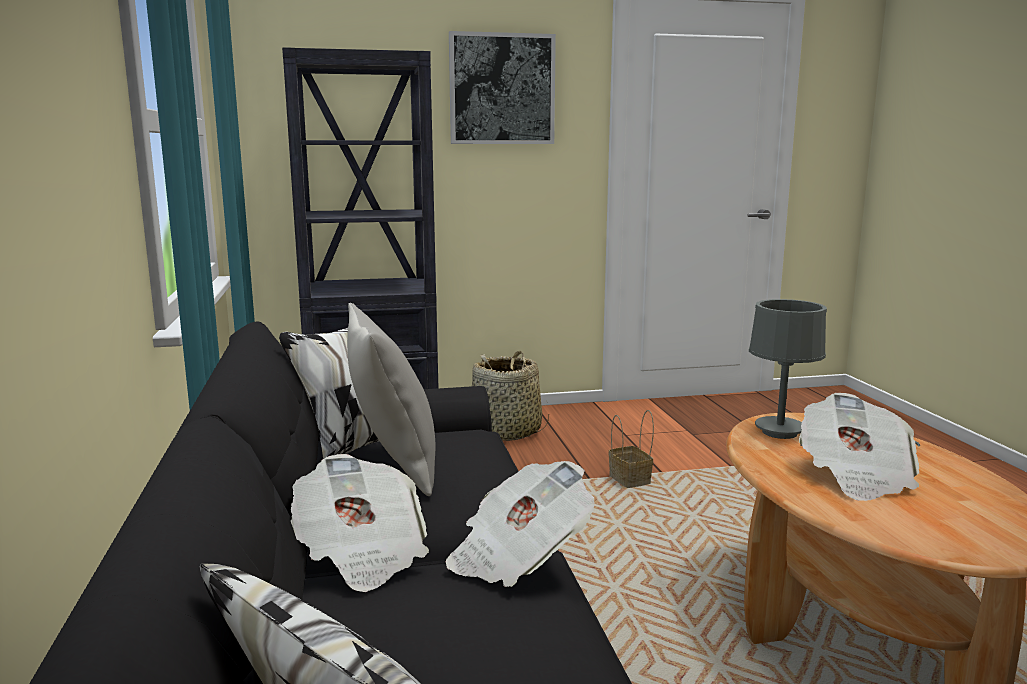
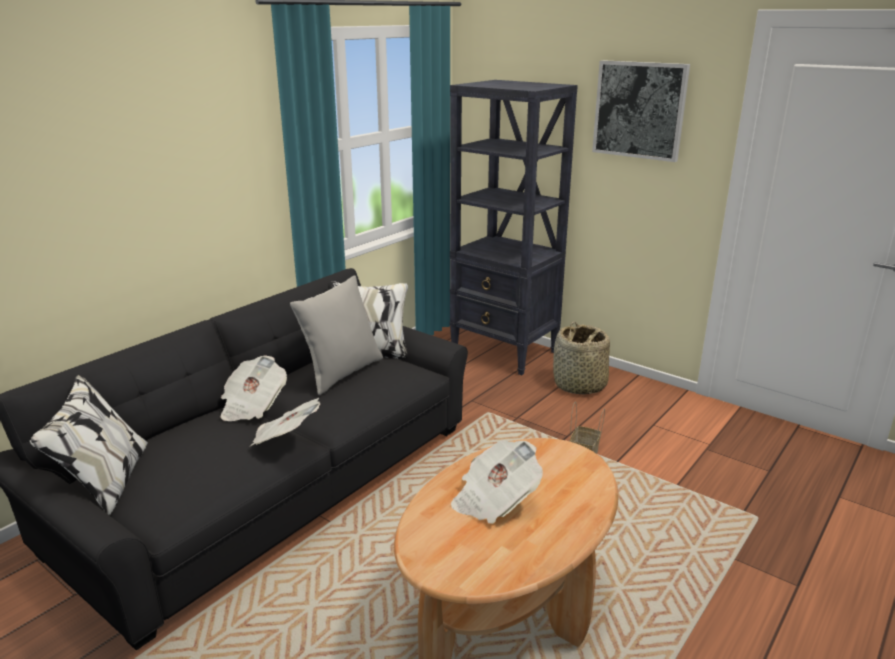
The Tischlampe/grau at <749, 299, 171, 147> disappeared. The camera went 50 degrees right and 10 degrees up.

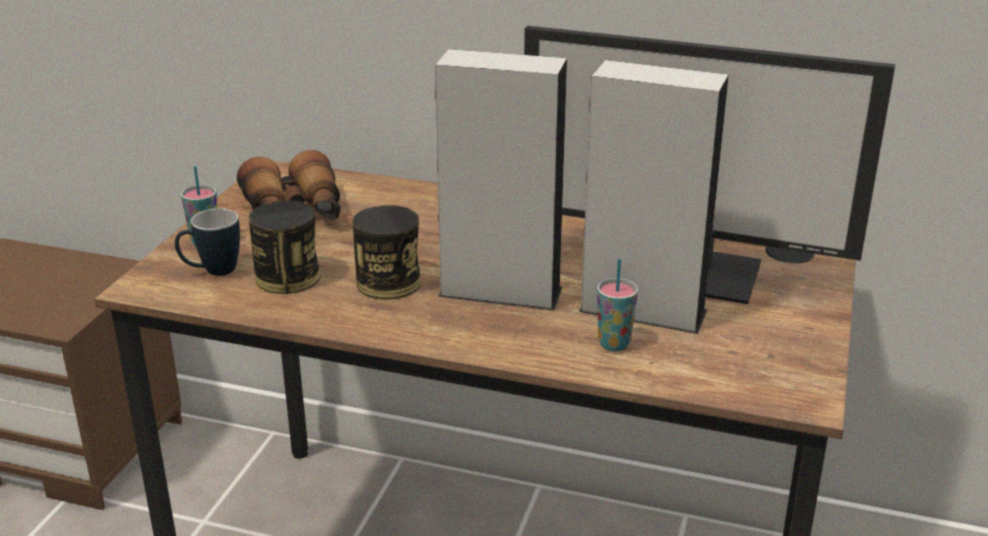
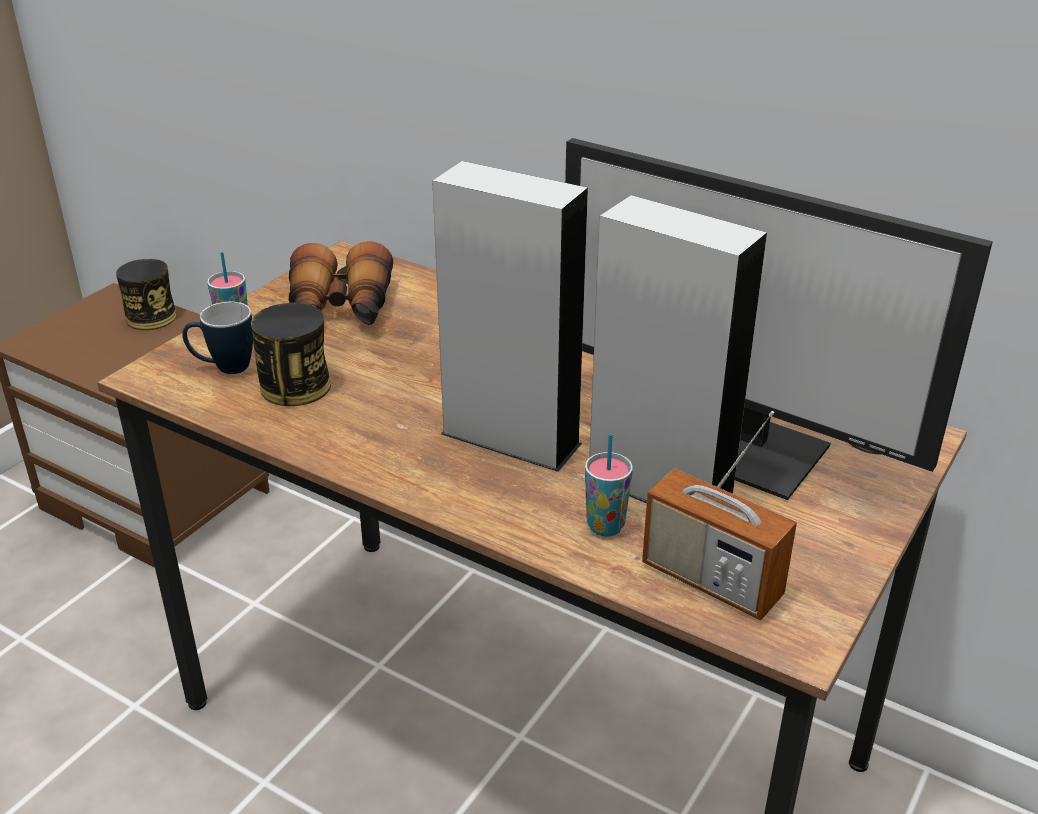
The Dose moved from <352, 205, 69, 95> to <116, 259, 61, 71>. The Radio at <642, 411, 155, 209> appeared. The camera went 15 degrees right and 5 degrees up.

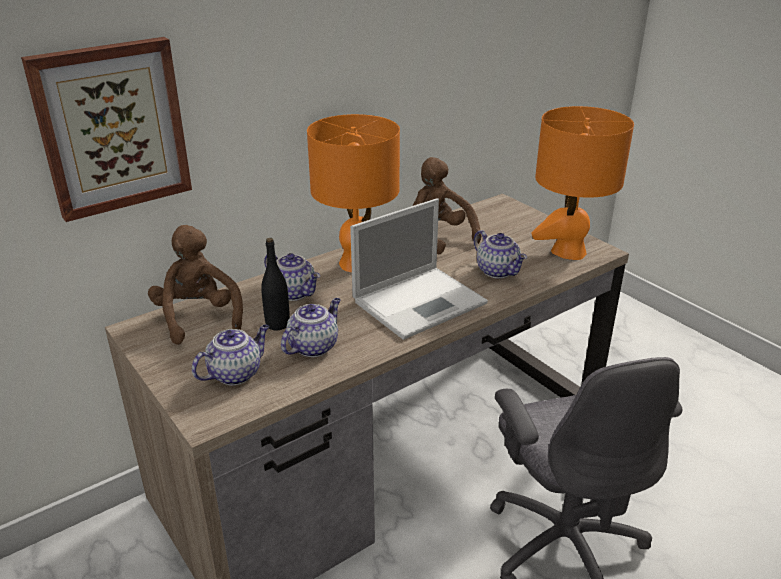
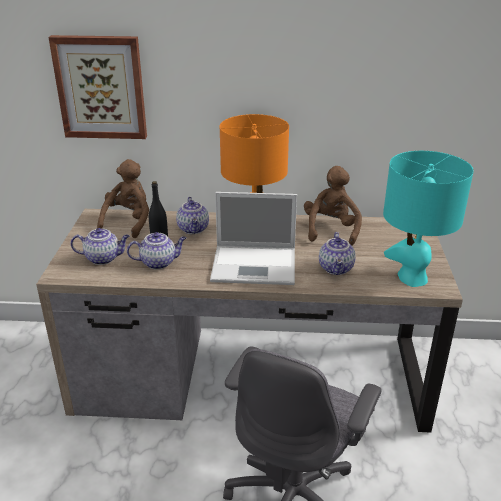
The Tischlampe/orange at <531, 106, 103, 154> became the Tischlampe/türkis at <383, 151, 91, 136>. The camera went 40 degrees right and 0 degrees up.

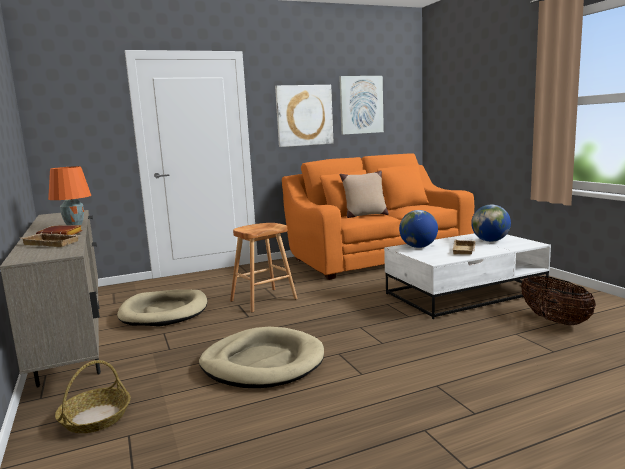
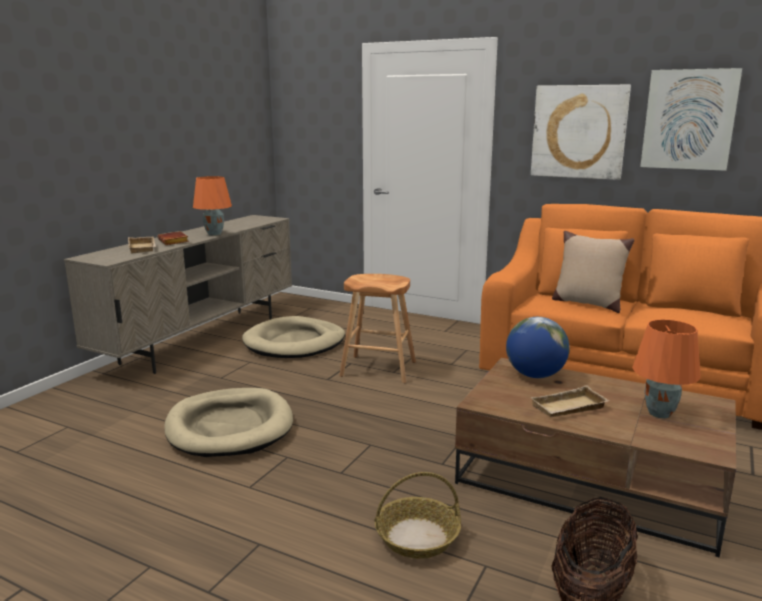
The Korb moved from <55, 360, 76, 73> to <374, 472, 87, 87>. The Couchtisch/weiß at <384, 233, 167, 86> became the Couchtisch/braun at <455, 358, 281, 199>. The Globus at <471, 205, 40, 37> was replaced by the Tischlampe/orange at <632, 320, 69, 98>. The camera went 50 degrees right and 5 degrees up.

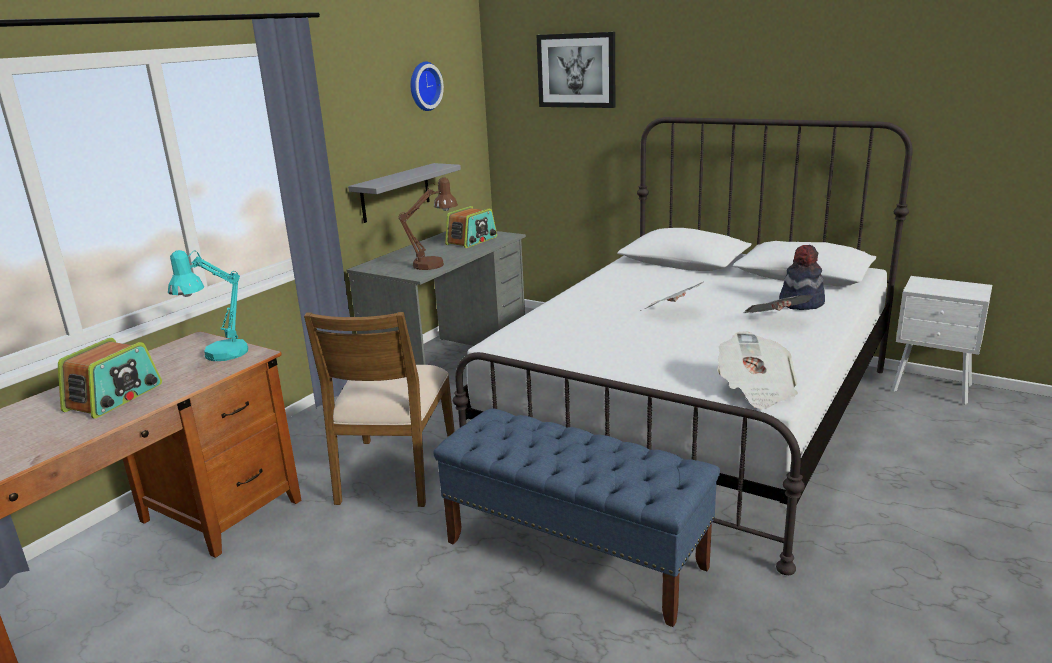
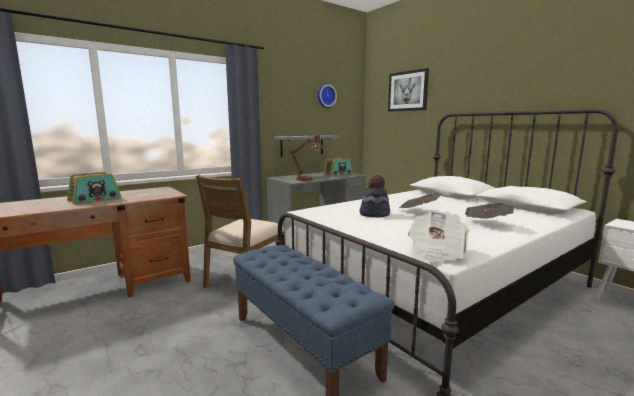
The Hut moved from <779, 245, 46, 65> to <360, 175, 30, 42>. The Tischlampe/türkis at <168, 250, 80, 111> disappeared. The camera went 20 degrees right and 10 degrees down.

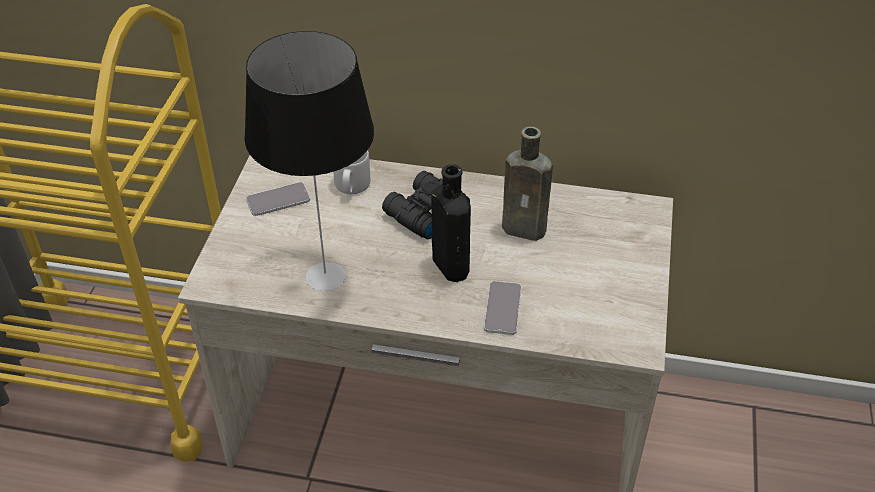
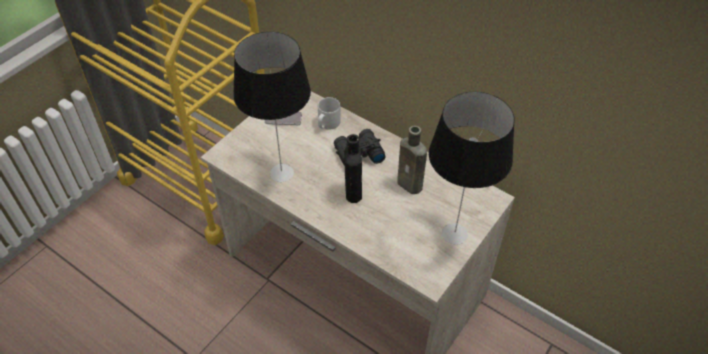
The Tischlampe at <429, 92, 86, 152> appeared. The Handy at <484, 281, 38, 54> disappeared. The camera went 25 degrees right and 5 degrees up.

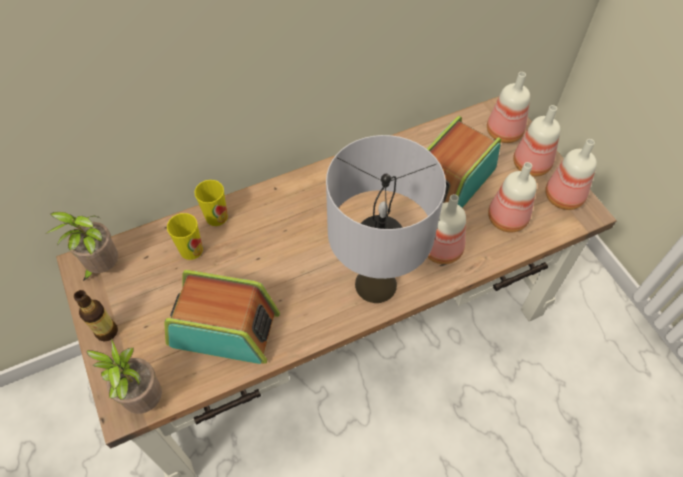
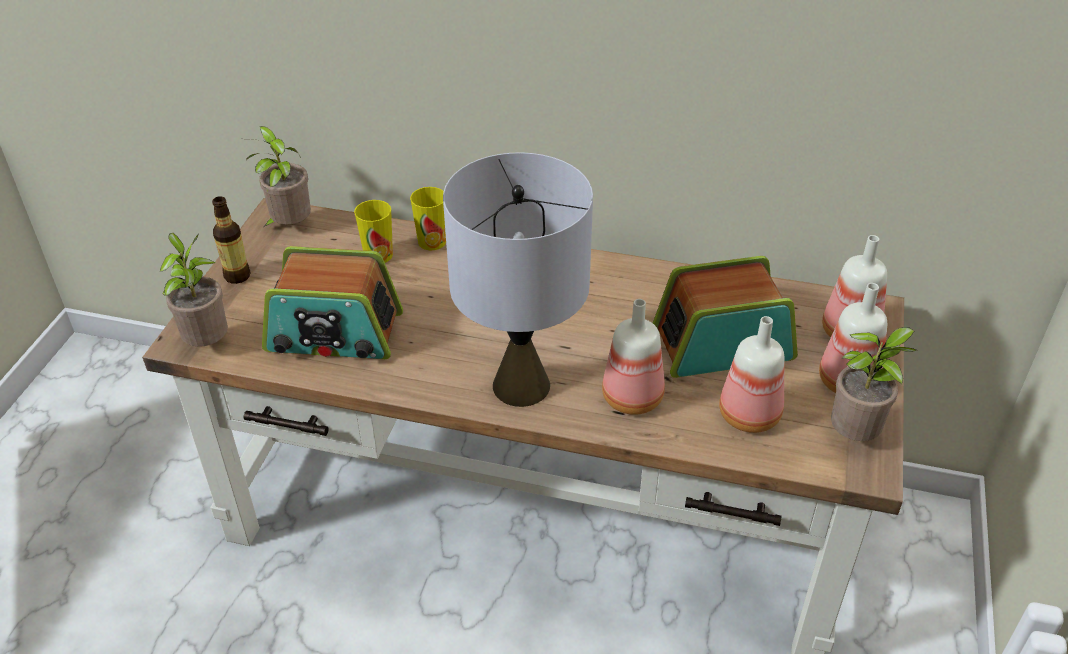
The Radio at <164, 270, 116, 94> turned 135 degrees clockwise. The Flasche at <545, 139, 52, 71> was replaced by the Topfpflanze at <831, 327, 86, 114>. The camera went 40 degrees right and 15 degrees down.

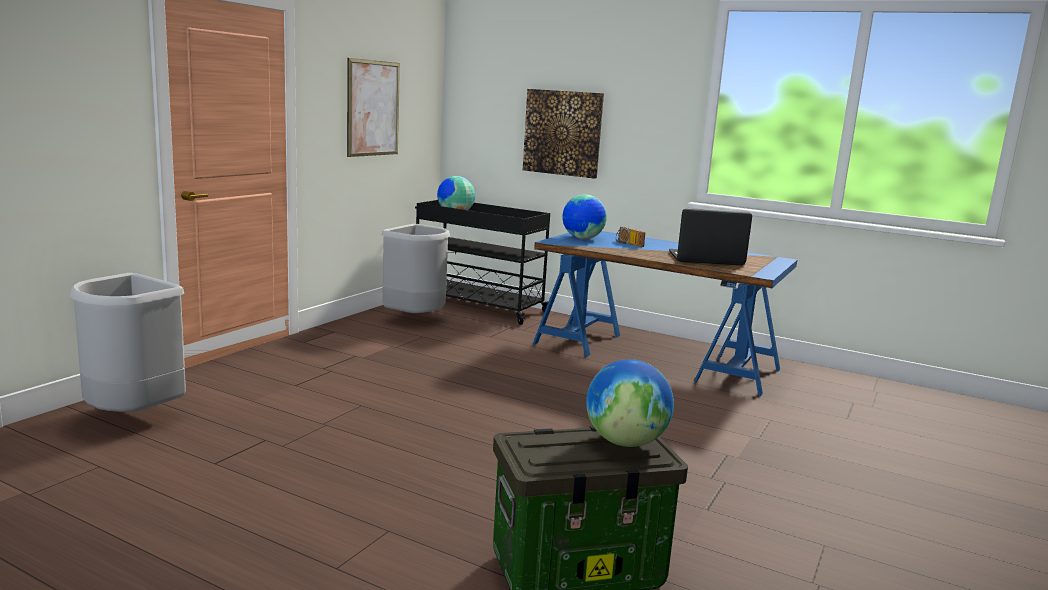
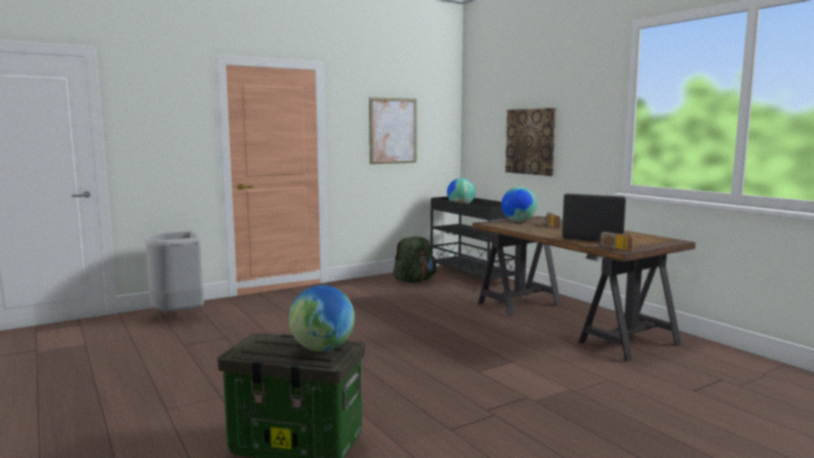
The Mülleimer/grau at <382, 224, 68, 89> was replaced by the Rucksack/grün at <393, 236, 44, 47>. The Schreibtisch/blau at <532, 231, 265, 165> became the Schreibtisch/braun at <472, 216, 224, 146>. The Radio at <597, 232, 38, 20> appeared. The camera went 30 degrees right and 5 degrees down.

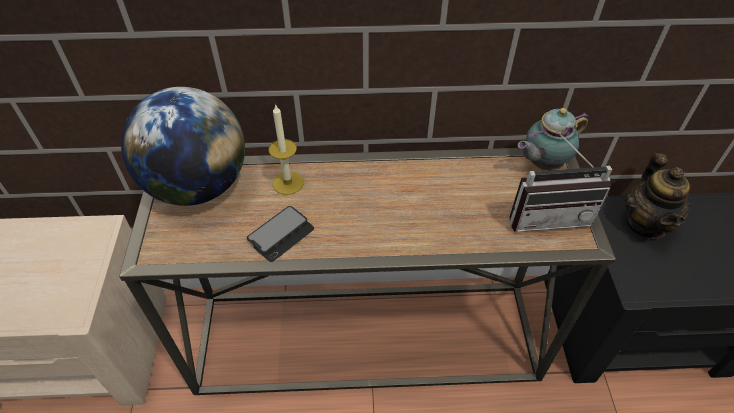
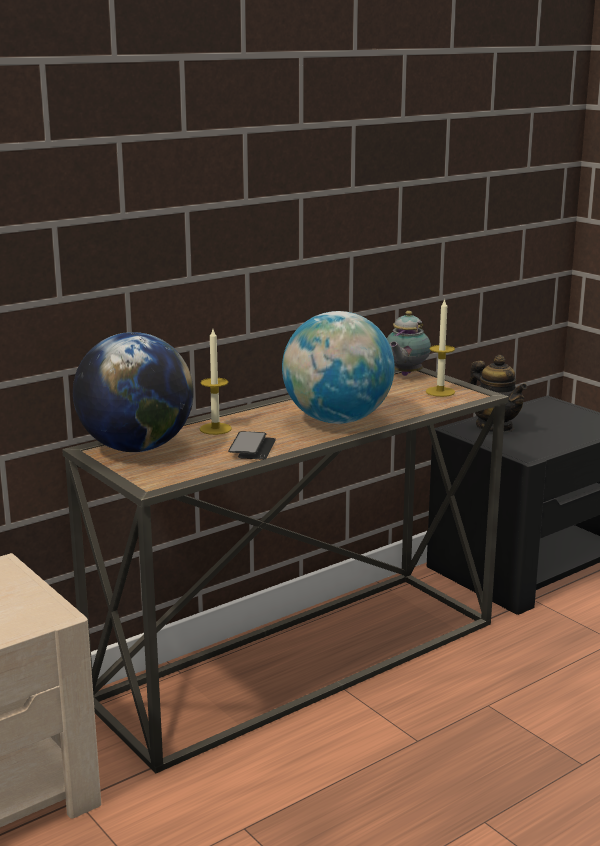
The Globus at <282, 311, 113, 113> appeared. The Radio at <510, 130, 102, 102> was replaced by the Kerze at <426, 298, 29, 99>. The camera went 35 degrees left and 30 degrees down.

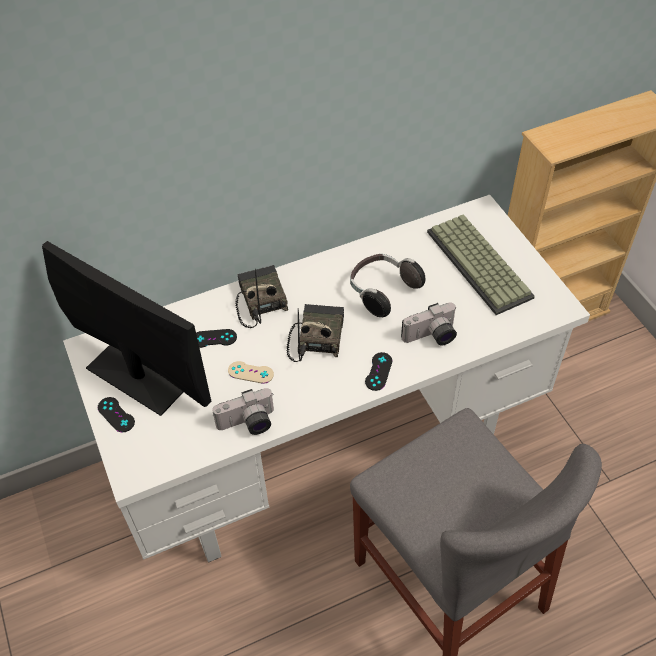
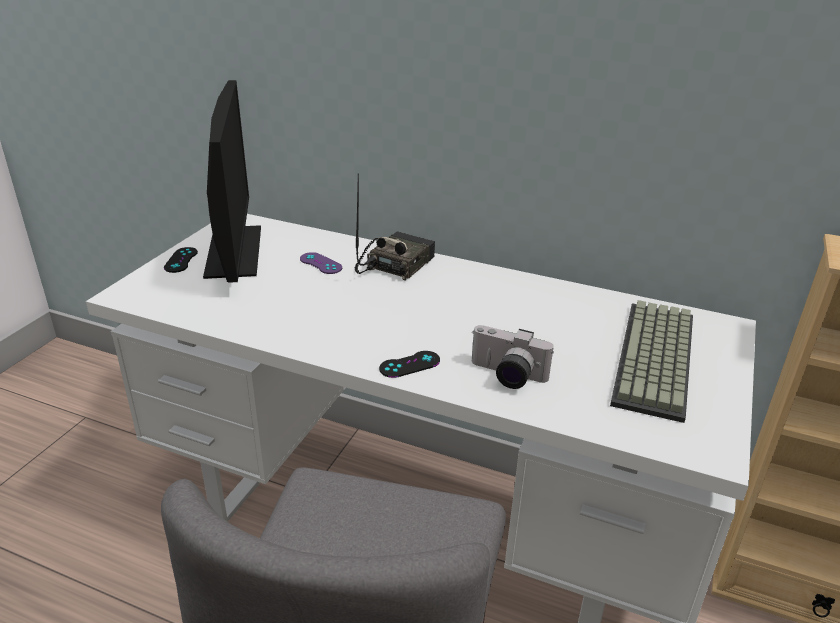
The Gamepad/schwarz at <196, 329, 41, 19> became the Gamepad/lila at <300, 252, 42, 22>. The Kamera at <212, 388, 62, 47> disappeared. The Gamepad/beige at <228, 361, 46, 23> disappeared. The Radio at <287, 304, 57, 58> disappeared. The Kopfhörer at <350, 254, 75, 63> disappeared. The camera went 45 degrees right and 20 degrees down.

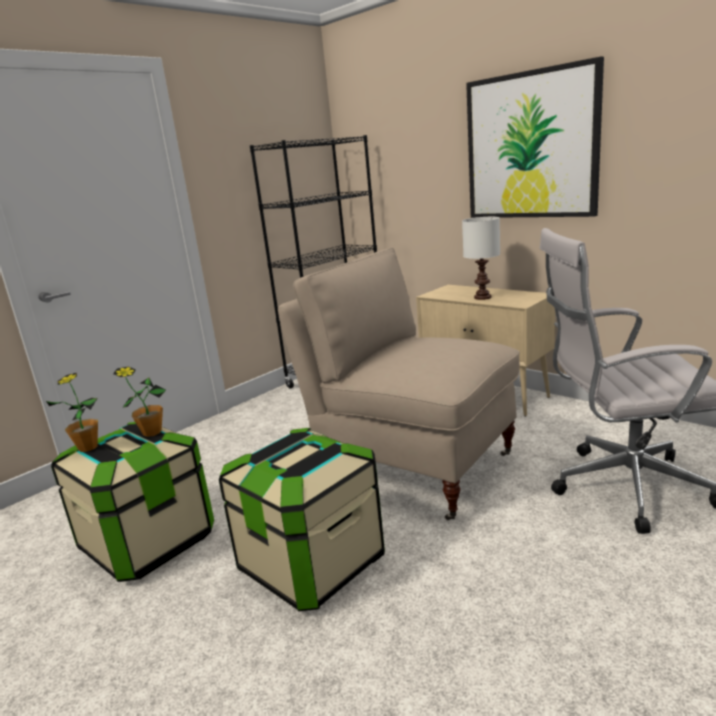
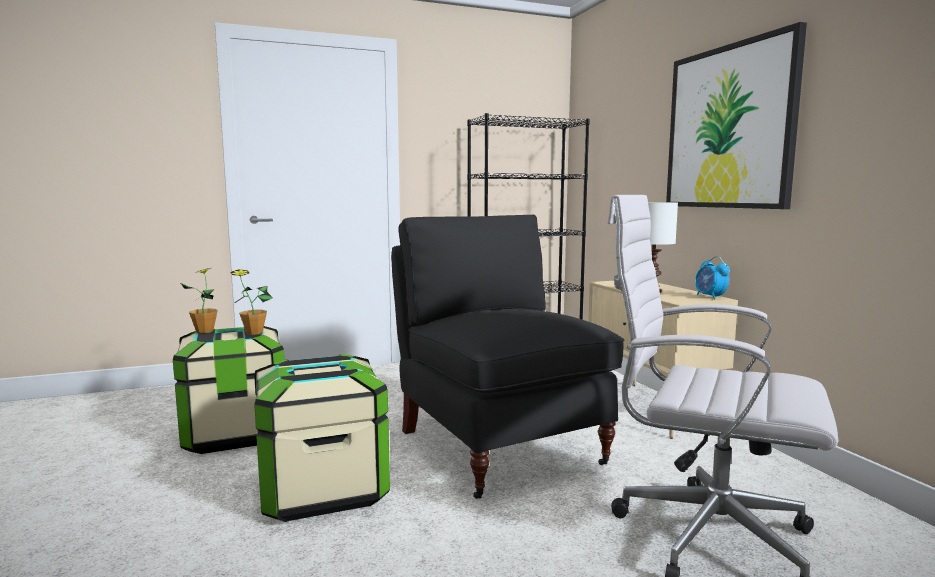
The Stuhl/beige at <278, 248, 242, 272> became the Stuhl/schwarz at <391, 215, 233, 284>. The Wecker at <695, 256, 35, 44> appeared. The camera went 25 degrees right and 10 degrees down.

